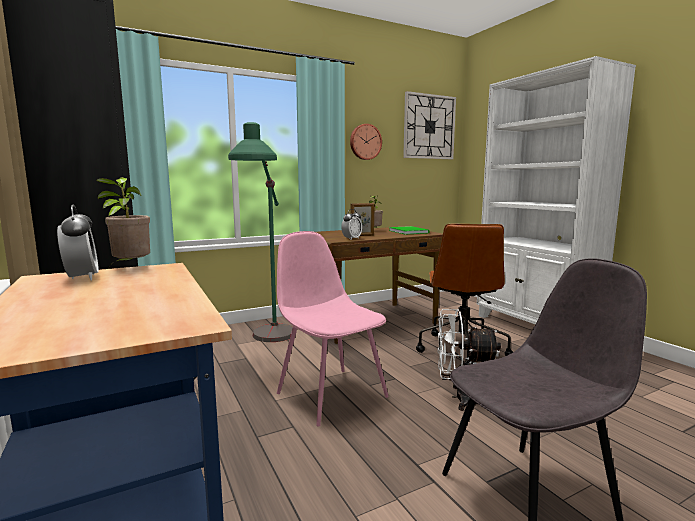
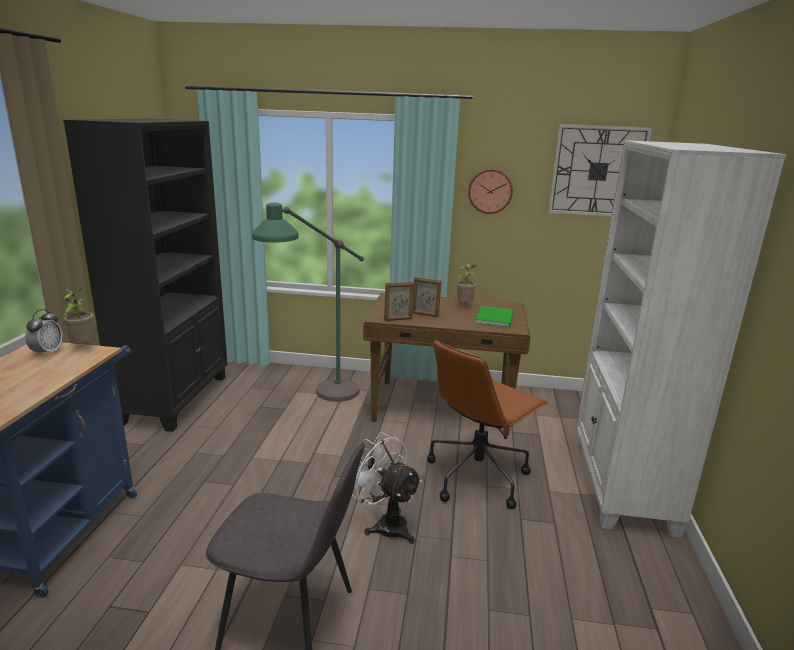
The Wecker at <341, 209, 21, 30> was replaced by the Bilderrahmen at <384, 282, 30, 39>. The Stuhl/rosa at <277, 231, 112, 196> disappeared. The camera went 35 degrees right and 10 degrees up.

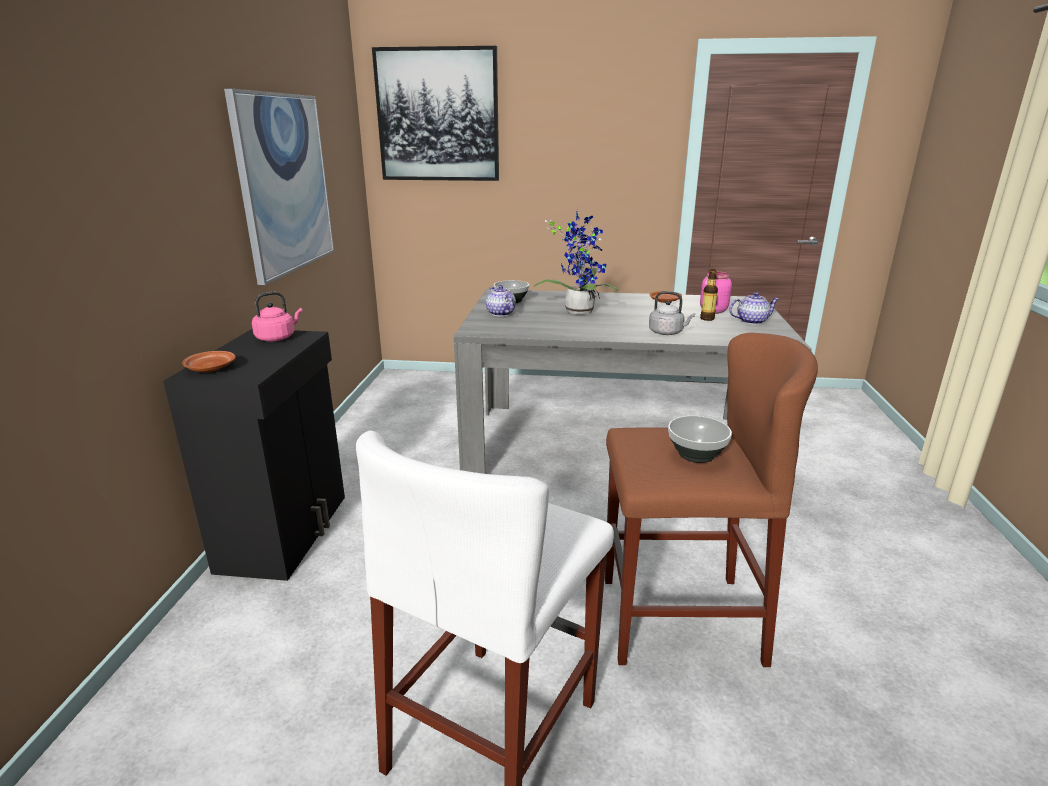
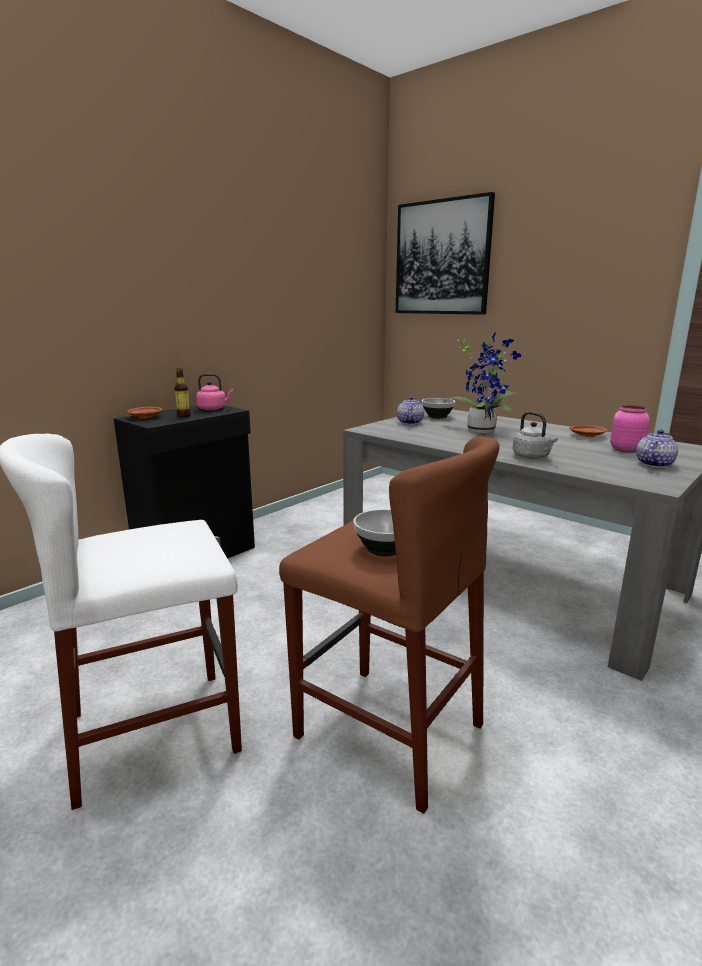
The Flasche moved from <700, 269, 18, 52> to <174, 368, 17, 50>. The Teekanne at <730, 292, 49, 33> turned 75 degrees counterclockwise. The Bild at <224, 89, 110, 196> disappeared. The camera went 35 degrees right and 5 degrees down.

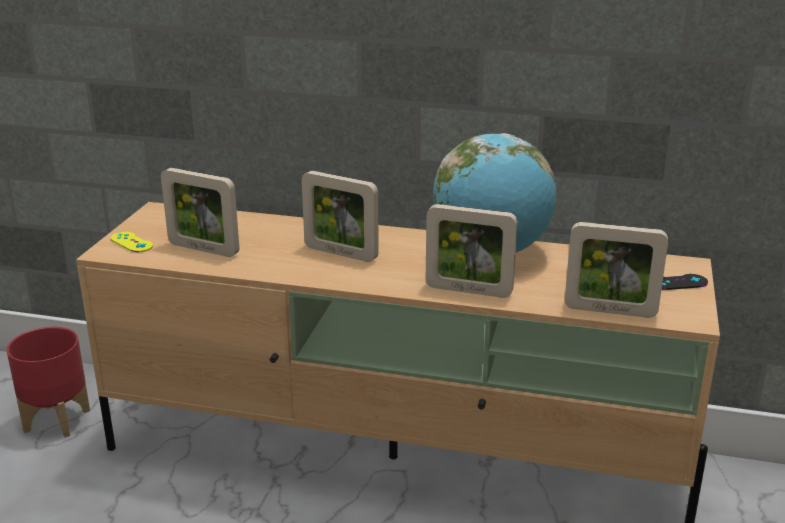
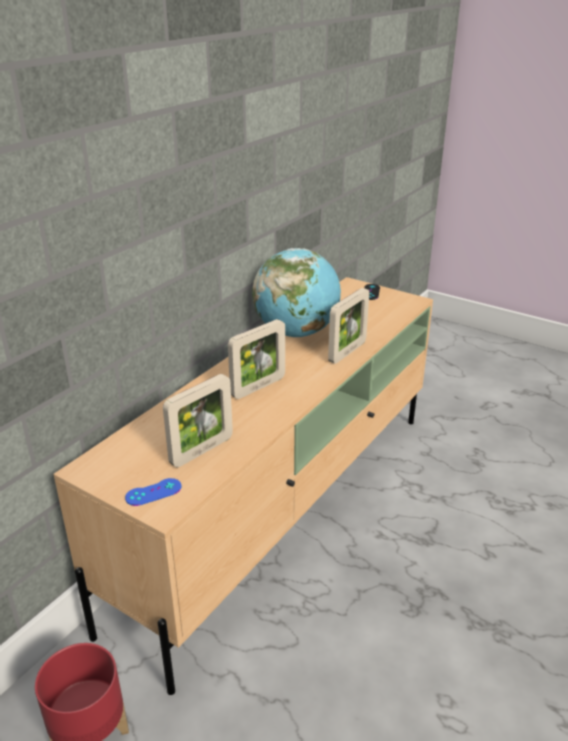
The Gamepad/gelb at <111, 232, 42, 20> became the Gamepad/blau at <125, 478, 56, 28>. The Bilderrahmen at <565, 222, 103, 96> disappeared. The camera went 70 degrees left and 5 degrees up.

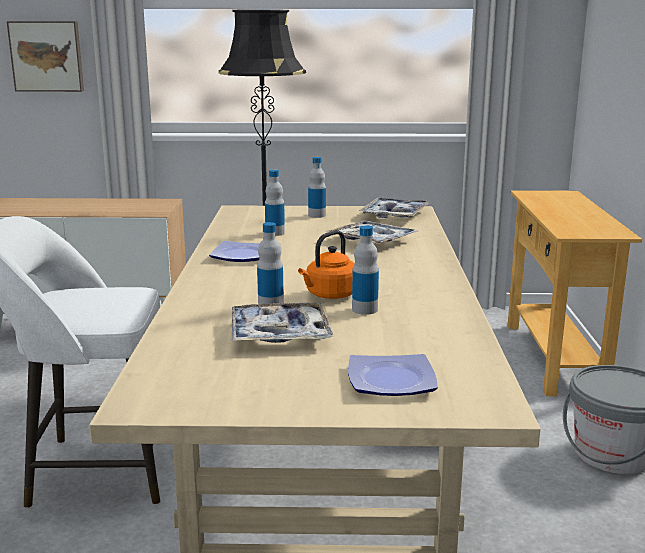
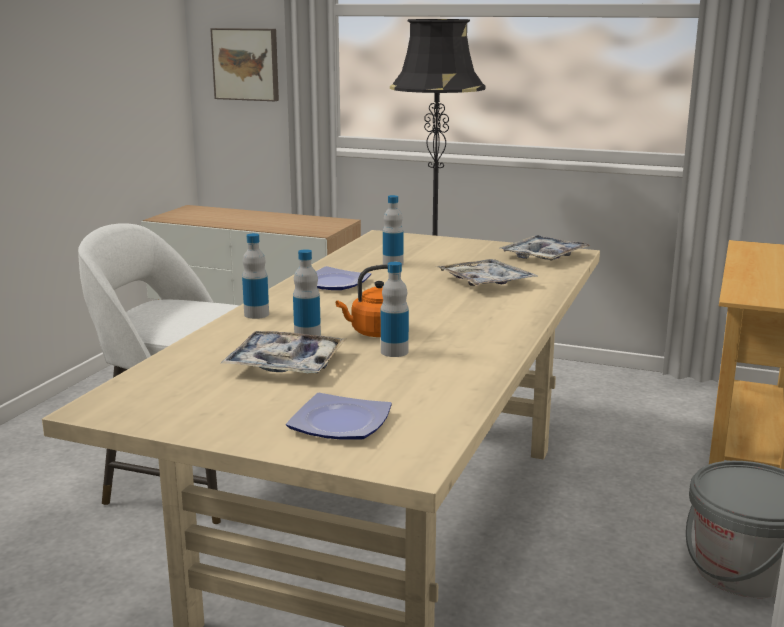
The Flasche moved from <308, 157, 18, 61> to <242, 233, 27, 86>. The camera went 20 degrees right and 0 degrees up.

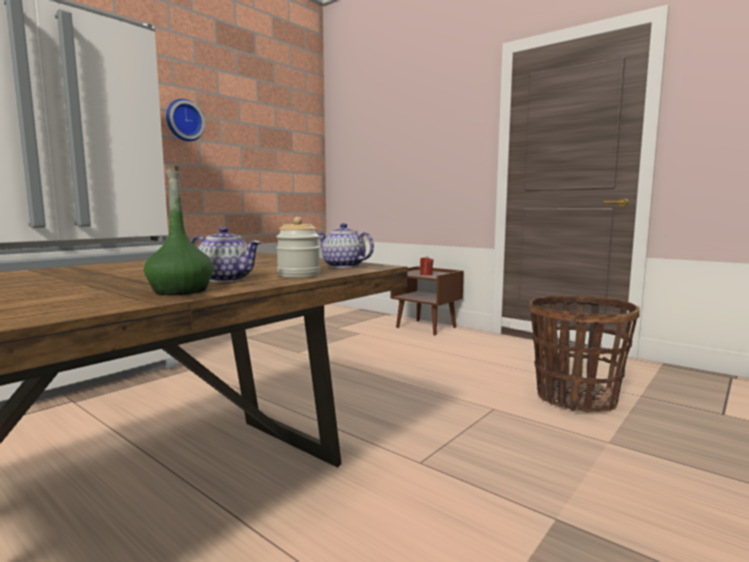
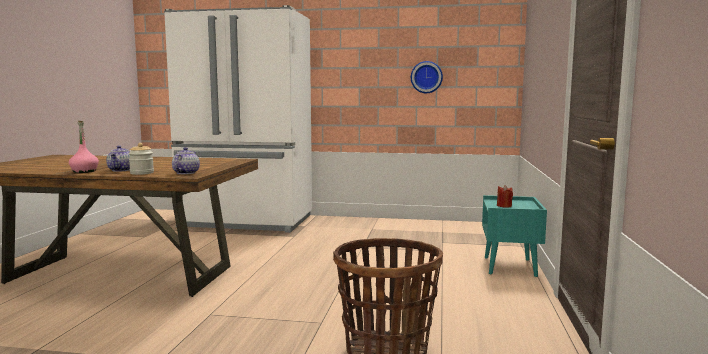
The Flasche/grün at <144, 165, 69, 130> became the Flasche/rosa at <69, 121, 30, 52>. The Wanduhr moved from <166, 99, 39, 42> to <411, 61, 32, 32>. The Nachttisch/braun at <391, 266, 72, 69> became the Nachttisch/türkis at <482, 195, 65, 82>. The camera went 60 degrees right and 0 degrees up.

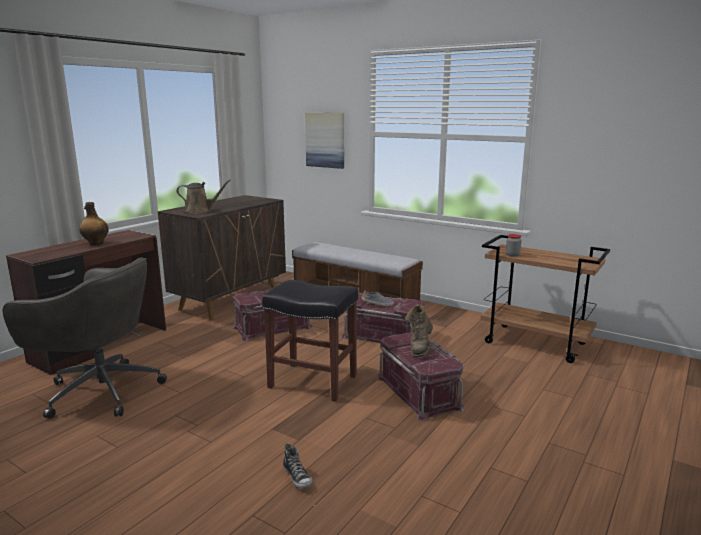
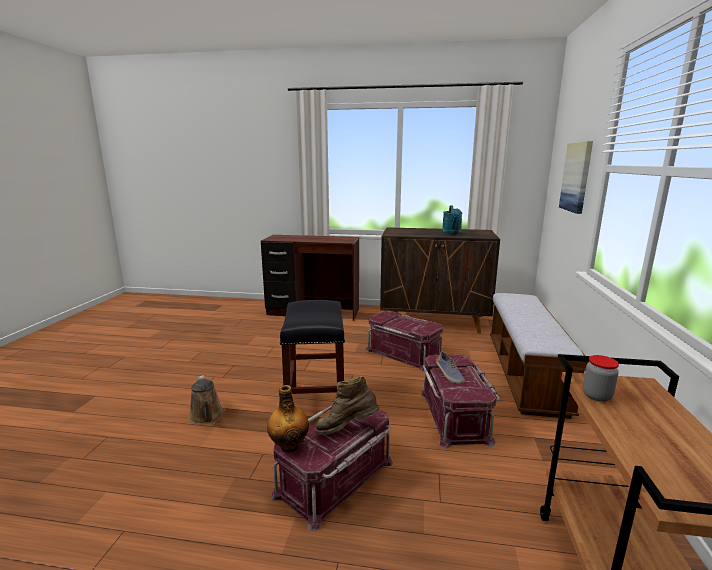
The Gießkanne/braun moved from <177, 179, 54, 35> to <189, 375, 34, 49>. The Flasche moved from <79, 202, 30, 43> to <267, 385, 42, 67>. The Gießkanne/türkis at <442, 205, 20, 30> appeared. The Bürostuhl/grau at <3, 257, 164, 162> disappeared. The Schuh at <283, 443, 30, 46> disappeared. The camera went 65 degrees right and 0 degrees up.

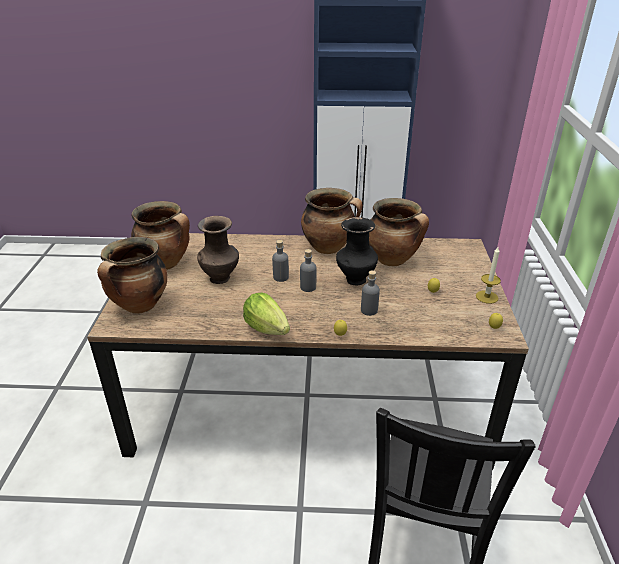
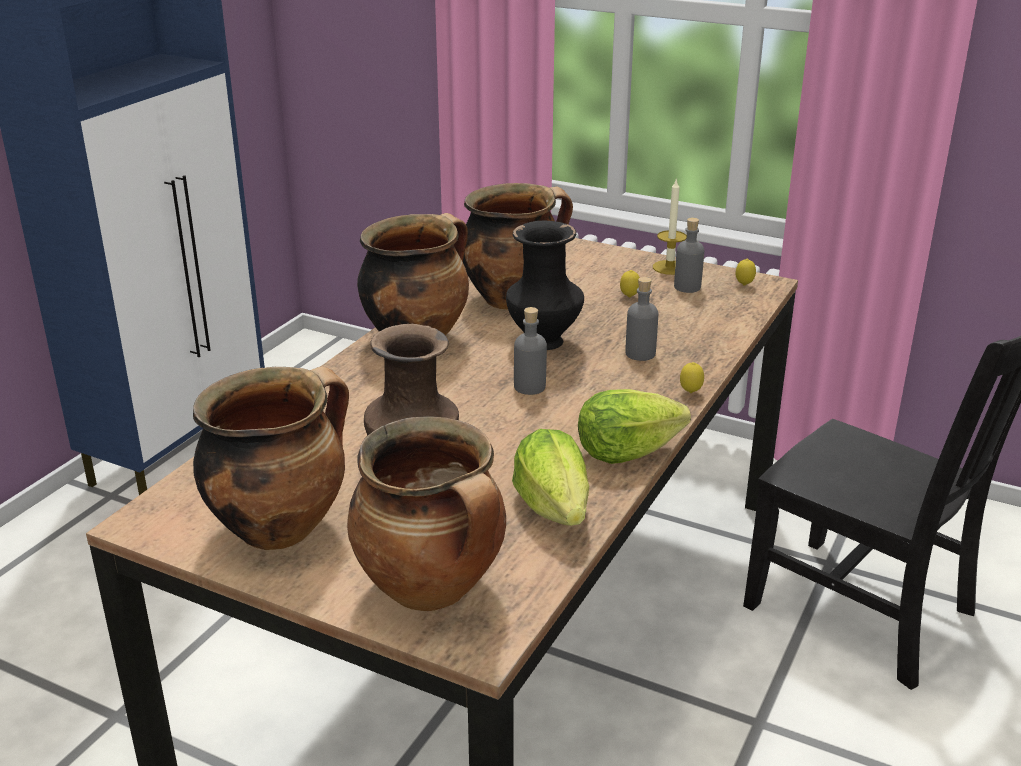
The Salatkopf at <512, 429, 77, 97> appeared. The Flasche/grau moved from <272, 240, 17, 42> to <674, 218, 30, 75>. The camera went 65 degrees left and 5 degrees down.

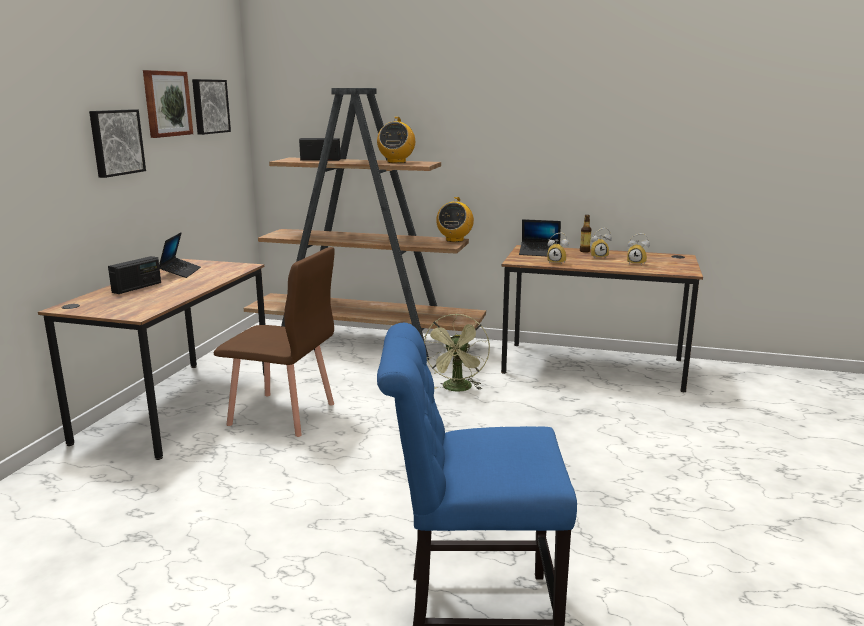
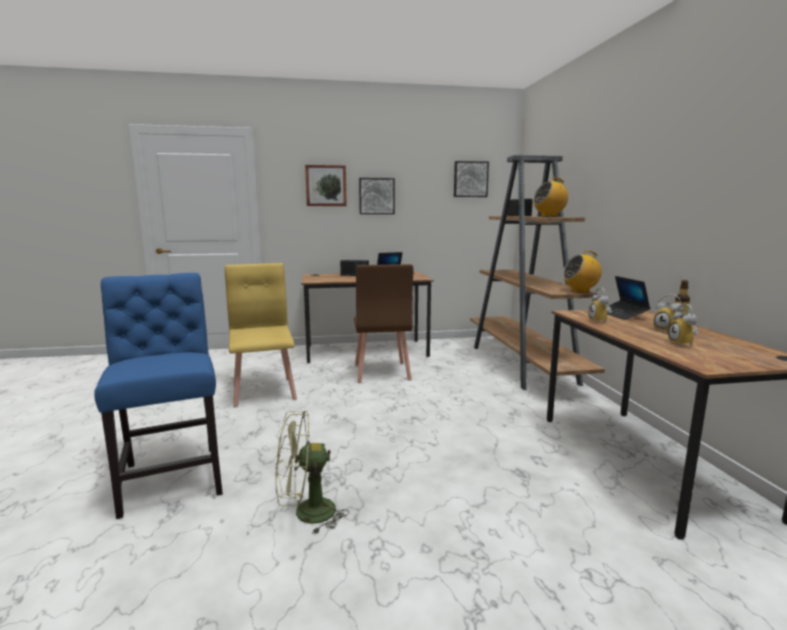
The Stuhl/gelb at <225, 263, 72, 145> appeared. The Ventilator/grün moved from <424, 314, 66, 78> to <275, 411, 74, 123>. The Bild moved from <143, 70, 50, 68> to <305, 165, 42, 41>. The camera went 65 degrees right and 5 degrees down.

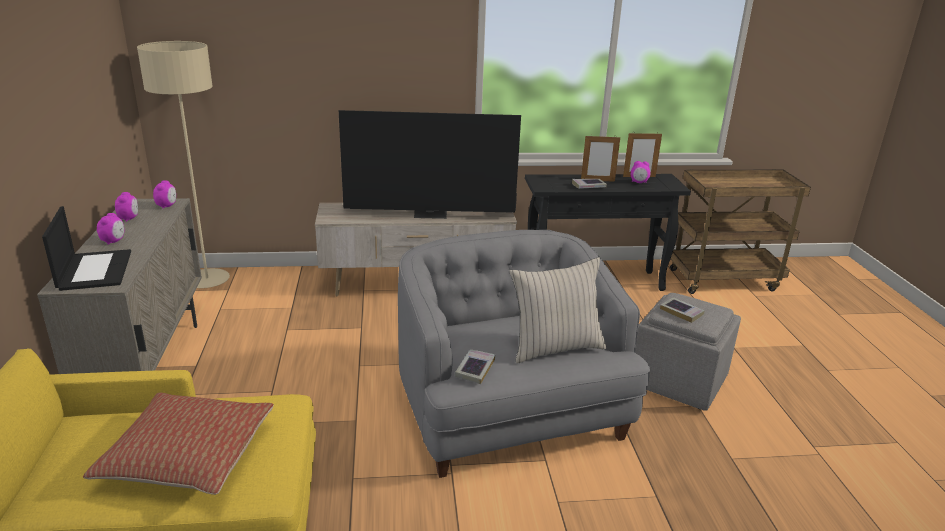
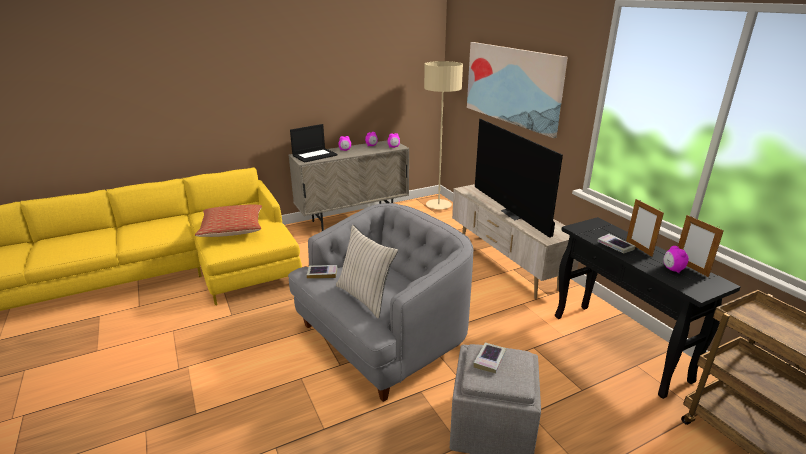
The Bild at <467, 42, 101, 96> appeared. The camera went 70 degrees right and 0 degrees up.

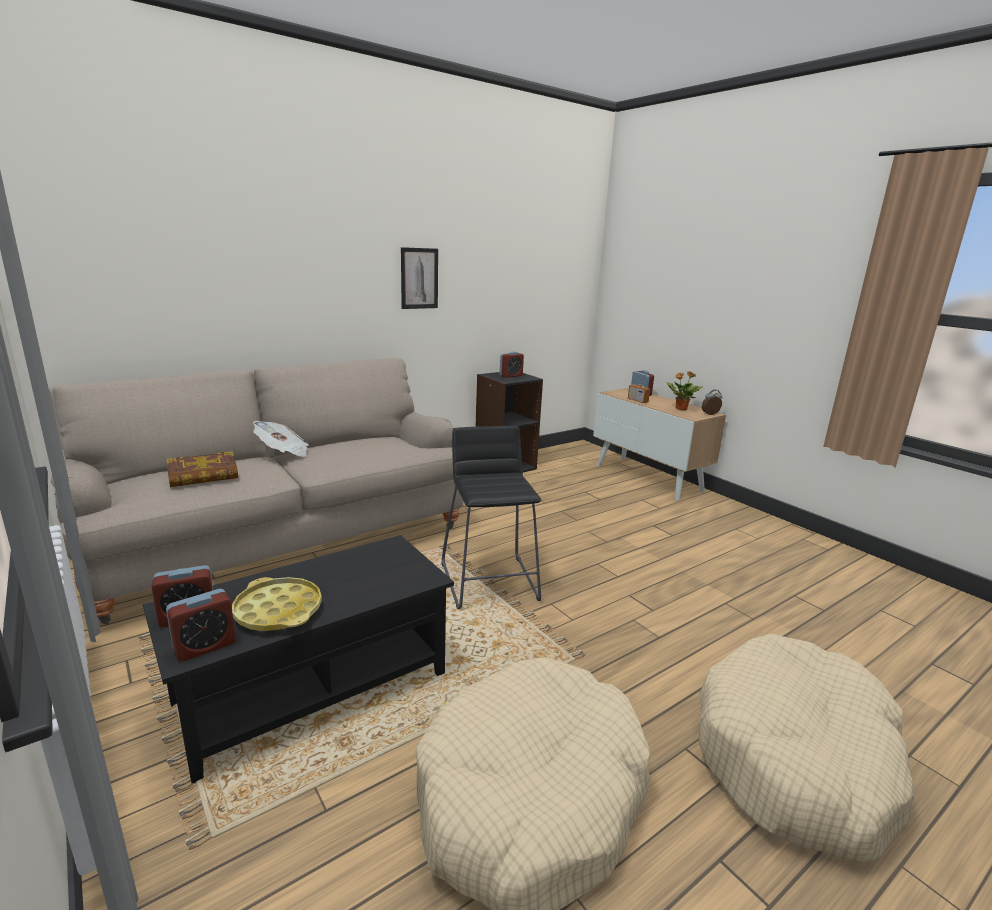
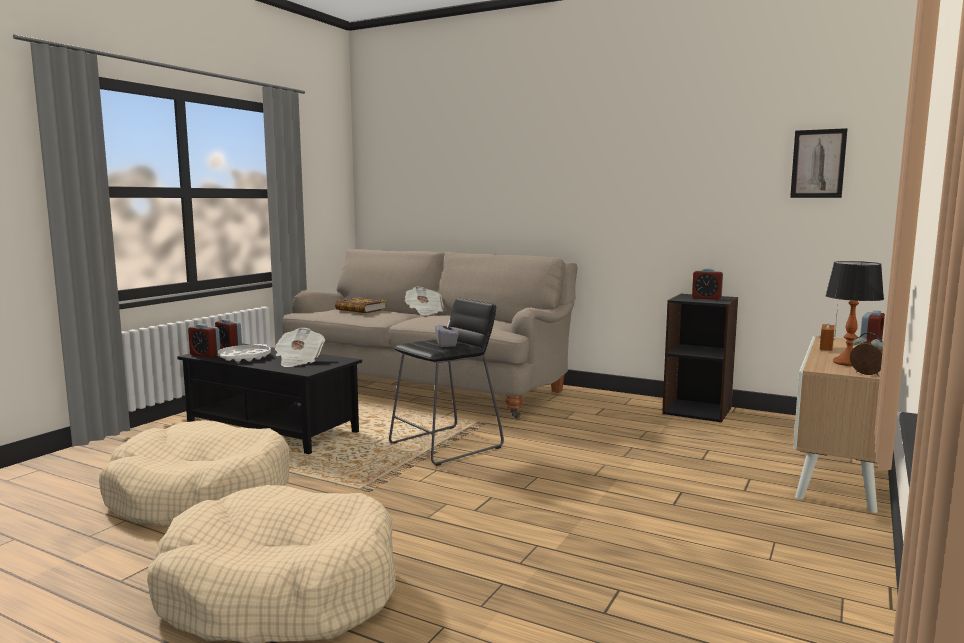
The Tablett/gelb at <232, 577, 90, 54> became the Tablett/weiß at <218, 344, 53, 18>. The Zeitung at <274, 328, 51, 39> appeared. The Taschentuchbox/grau at <435, 319, 24, 28> appeared. The Bild moved from <401, 247, 37, 62> to <790, 128, 58, 70>. The Topfpflanze at <666, 371, 37, 40> was replaced by the Tischlampe at <825, 261, 59, 105>. The camera went 65 degrees right and 10 degrees down.

